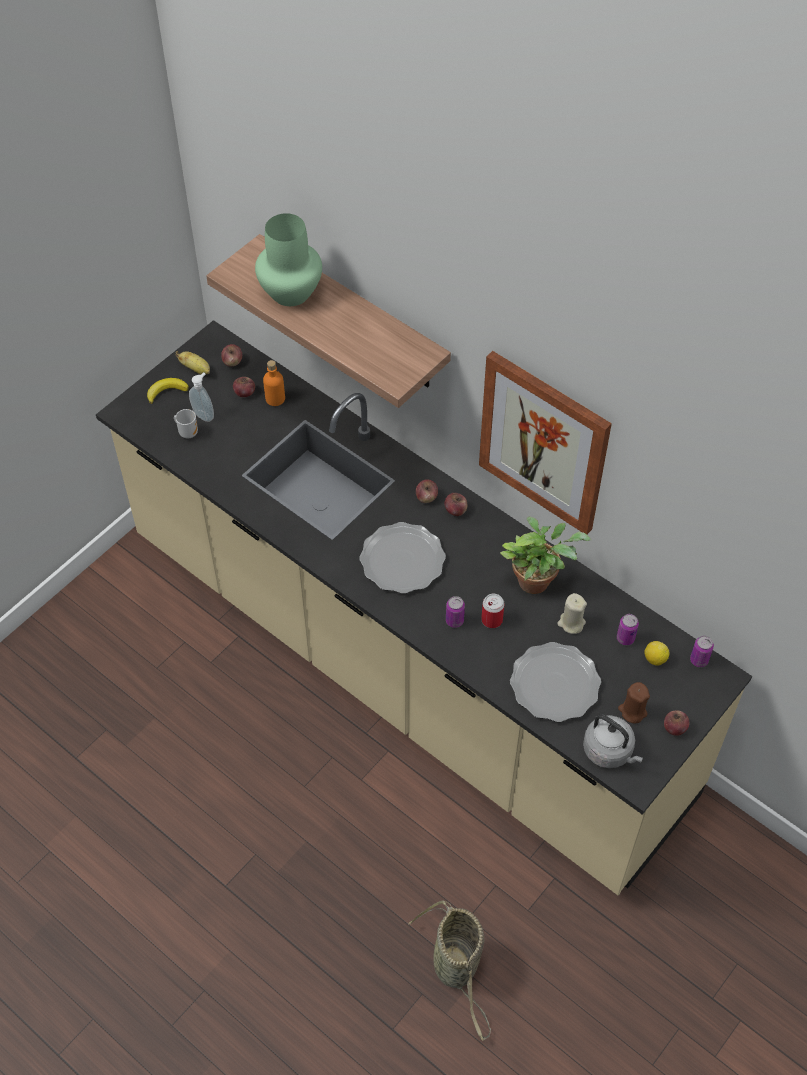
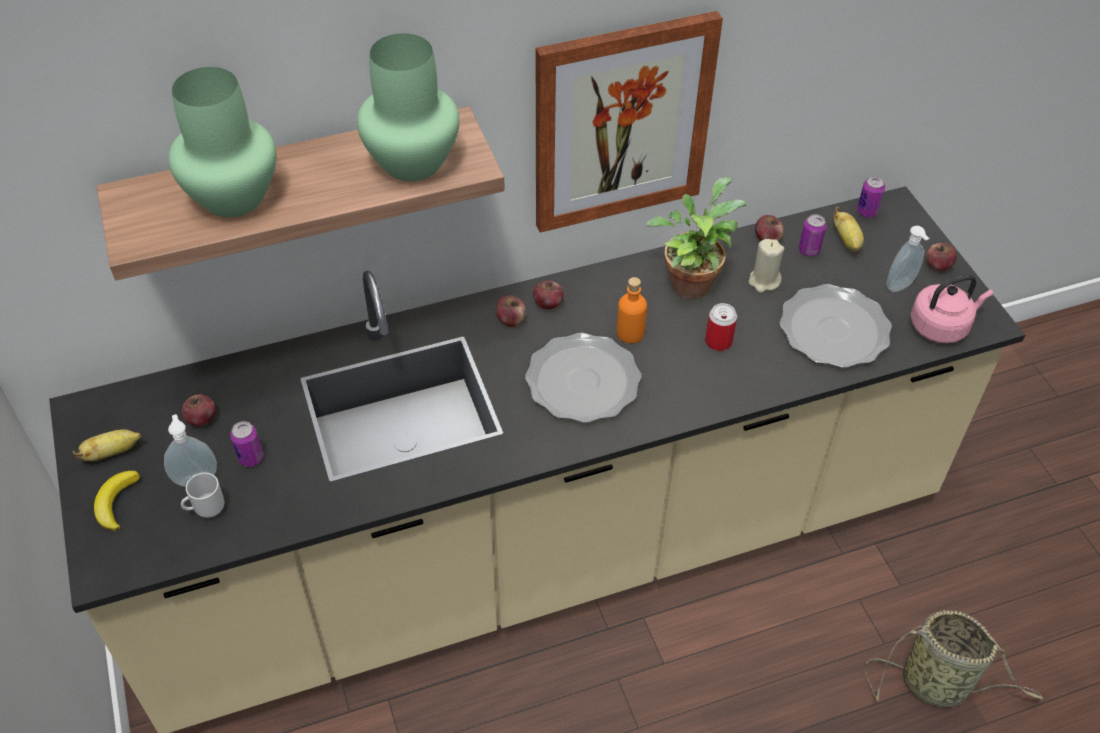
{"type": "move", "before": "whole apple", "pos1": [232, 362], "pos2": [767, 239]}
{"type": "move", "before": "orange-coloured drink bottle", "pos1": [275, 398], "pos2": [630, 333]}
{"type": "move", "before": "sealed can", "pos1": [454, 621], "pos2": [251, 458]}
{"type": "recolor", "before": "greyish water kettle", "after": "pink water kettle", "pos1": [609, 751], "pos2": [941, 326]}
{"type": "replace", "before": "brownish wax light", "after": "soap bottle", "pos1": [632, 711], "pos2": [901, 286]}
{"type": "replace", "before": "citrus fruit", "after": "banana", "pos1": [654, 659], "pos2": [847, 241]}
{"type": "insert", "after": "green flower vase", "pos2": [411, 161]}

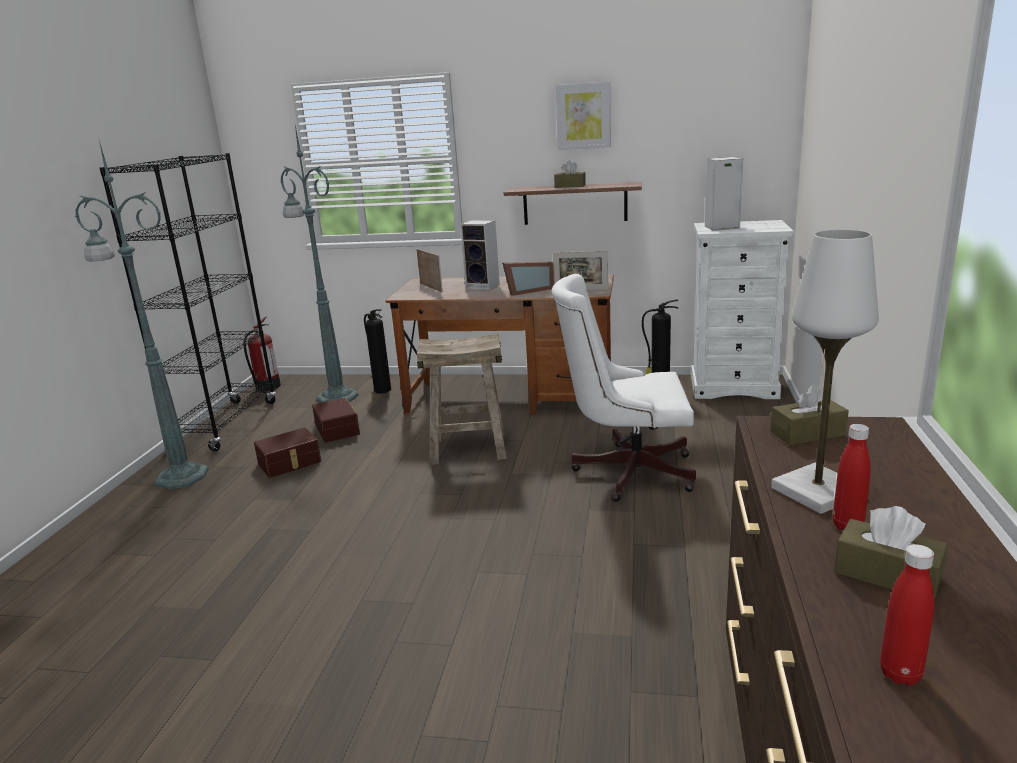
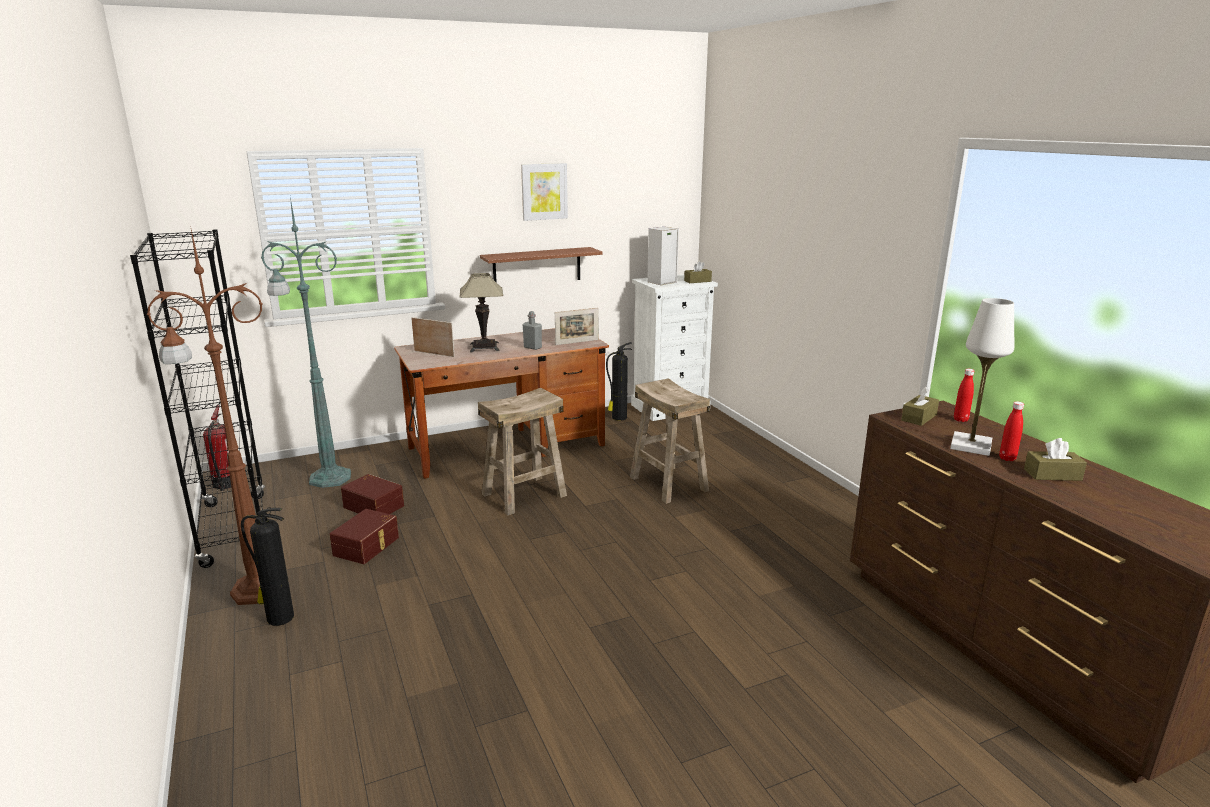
{"type": "recolor", "before": "green standing lamp", "after": "brownish standing lamp", "pos1": [179, 477], "pos2": [256, 589]}
{"type": "move", "before": "extinguisher", "pos1": [382, 390], "pos2": [279, 618]}
{"type": "replace", "before": "speaker", "after": "table lamp", "pos1": [484, 286], "pos2": [484, 347]}
{"type": "replace", "before": "picture frame", "after": "greyish drink bottle", "pos1": [527, 291], "pos2": [532, 347]}
{"type": "replace", "before": "white-coloured office chair", "after": "beige-coloured stool", "pos1": [626, 471], "pos2": [668, 484]}
{"type": "move", "before": "brownish tissue holder", "pos1": [570, 186], "pos2": [697, 281]}
{"type": "move", "before": "red-coloured drink bottle", "pos1": [900, 674], "pos2": [960, 420]}

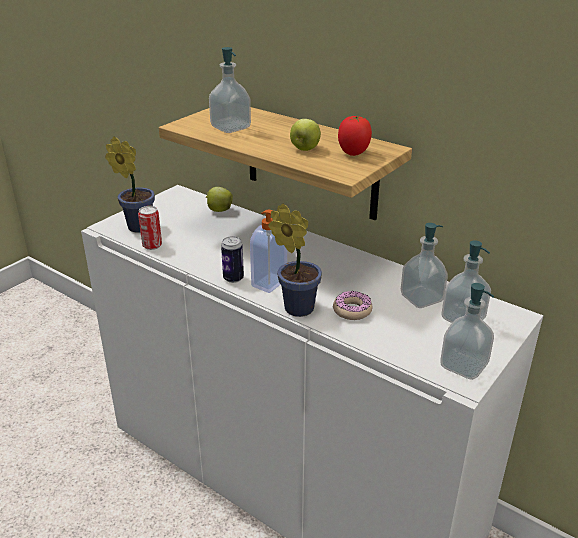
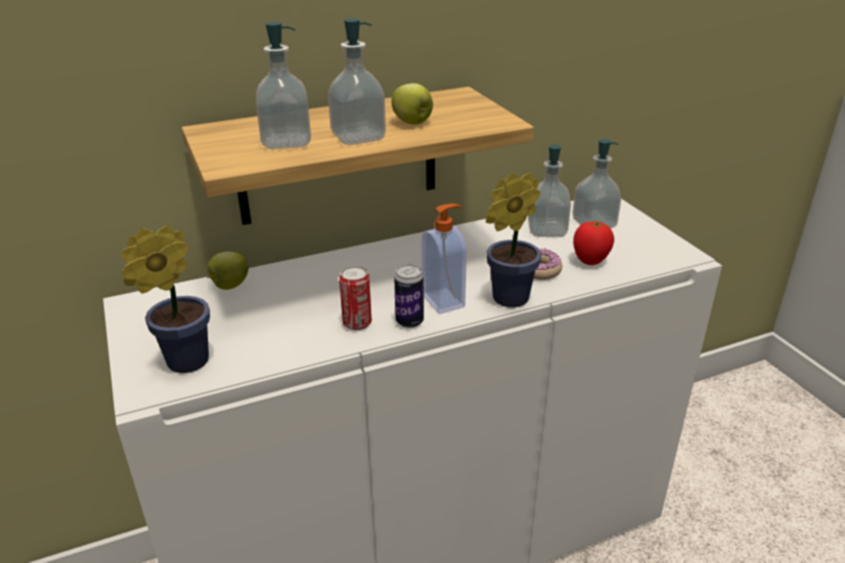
{"type": "move", "before": "sealed can", "pos1": [152, 245], "pos2": [357, 323]}
{"type": "move", "before": "whole tomato", "pos1": [353, 153], "pos2": [590, 262]}
{"type": "move", "before": "soap bottle", "pos1": [463, 366], "pos2": [358, 137]}

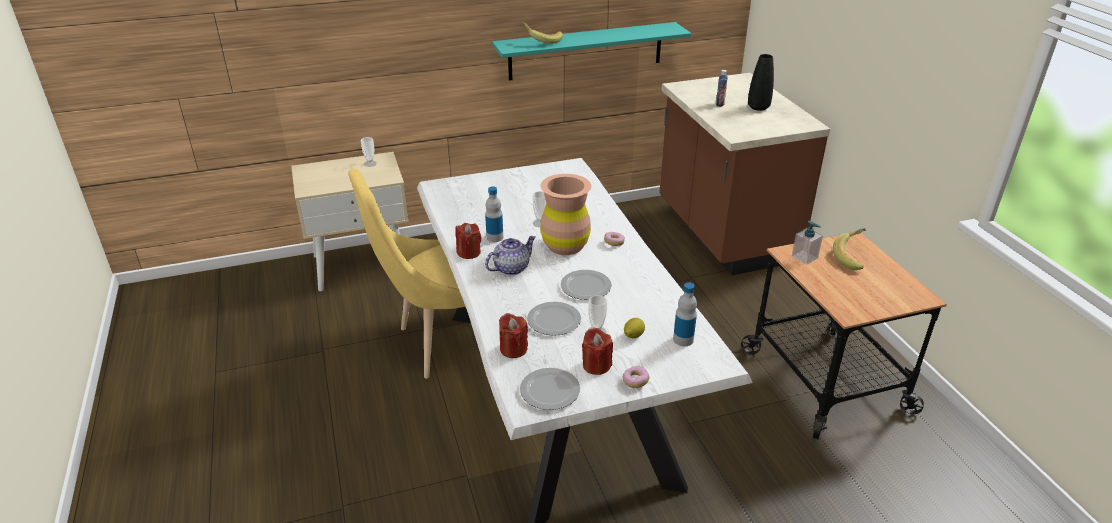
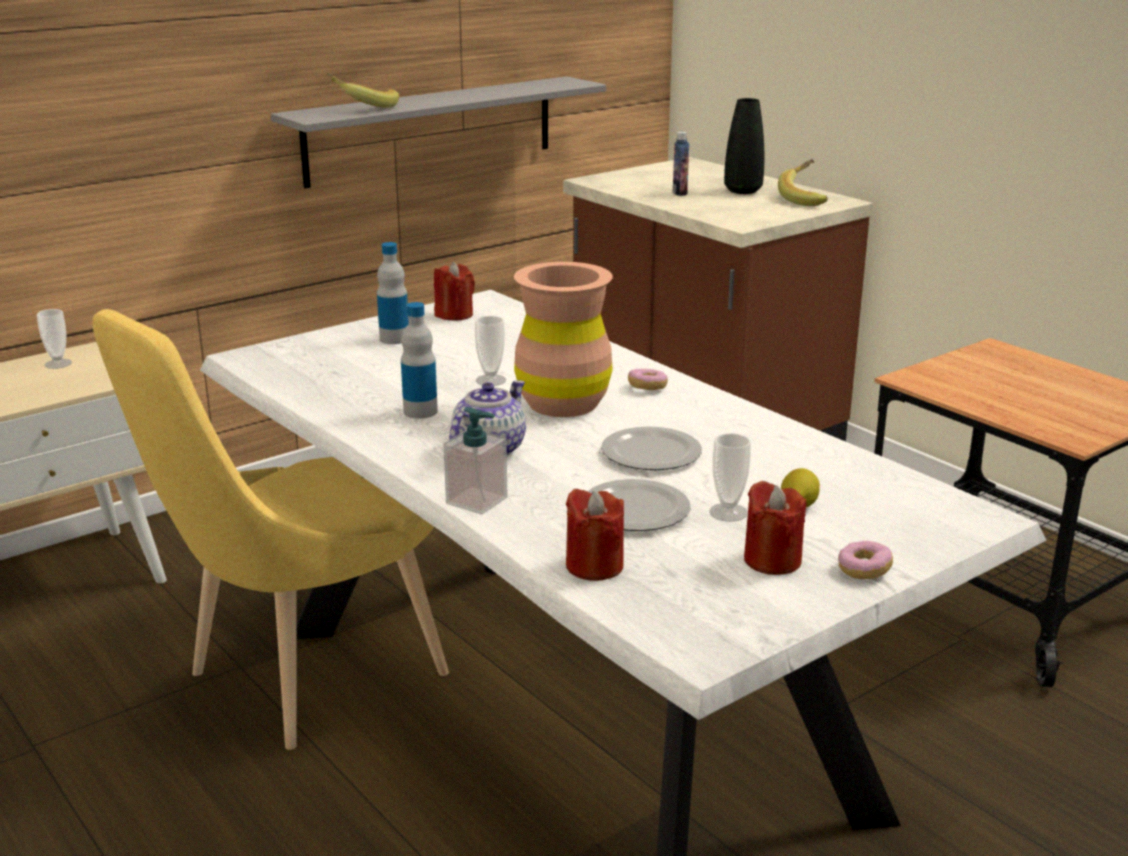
{"type": "move", "before": "red-coloured wax light", "pos1": [469, 252], "pos2": [454, 314]}
{"type": "recolor", "before": "turquoise wall shelf", "after": "greyish wall shelf", "pos1": [586, 51], "pos2": [431, 130]}
{"type": "delete", "before": "plate", "pos1": [549, 391]}
{"type": "move", "before": "drink bottle", "pos1": [683, 339], "pos2": [394, 339]}
{"type": "move", "before": "soap bottle", "pos1": [804, 257], "pos2": [477, 501]}
{"type": "move", "before": "banana", "pos1": [852, 258], "pos2": [807, 199]}

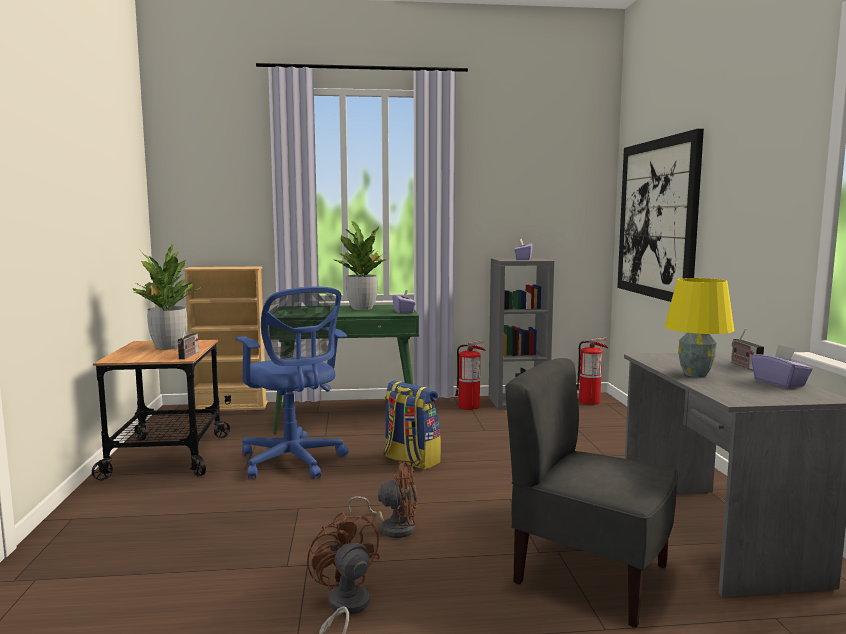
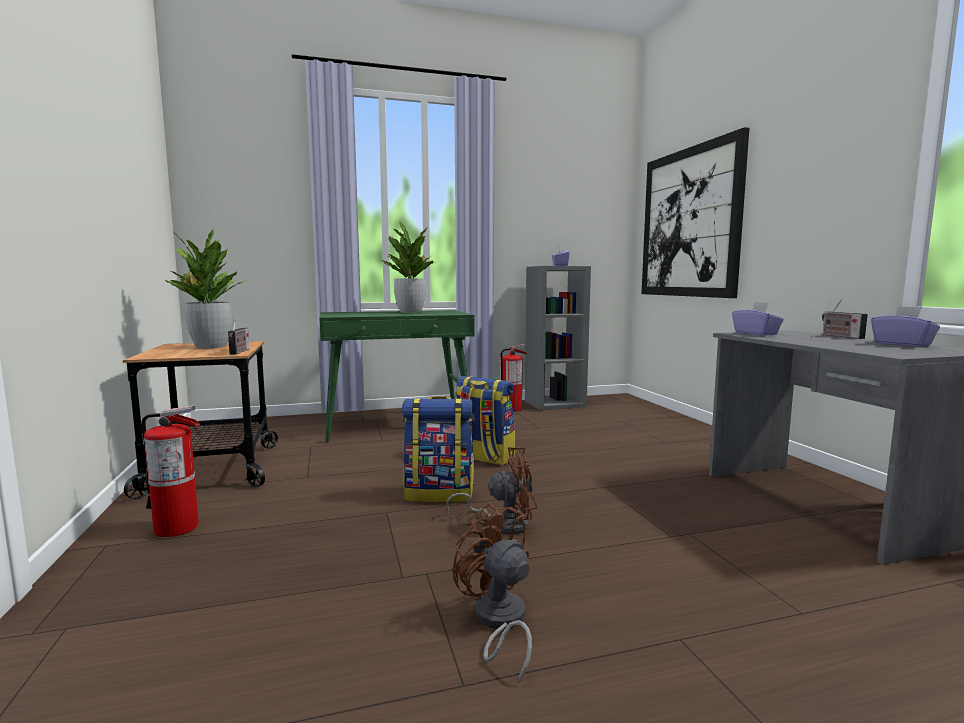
{"type": "delete", "before": "beige-coloured shelving unit", "pos1": [230, 407]}
{"type": "delete", "before": "blue-coloured office chair", "pos1": [293, 461]}
{"type": "move", "before": "purple-coloured tissue holder", "pos1": [404, 312], "pos2": [756, 334]}
{"type": "delete", "before": "greyish plain chair", "pos1": [589, 576]}
{"type": "move", "before": "extinguisher", "pos1": [589, 401], "pos2": [177, 527]}
{"type": "delete", "before": "yellowish table lamp", "pos1": [695, 374]}
{"type": "insert", "after": "backpack", "pos2": [440, 493]}

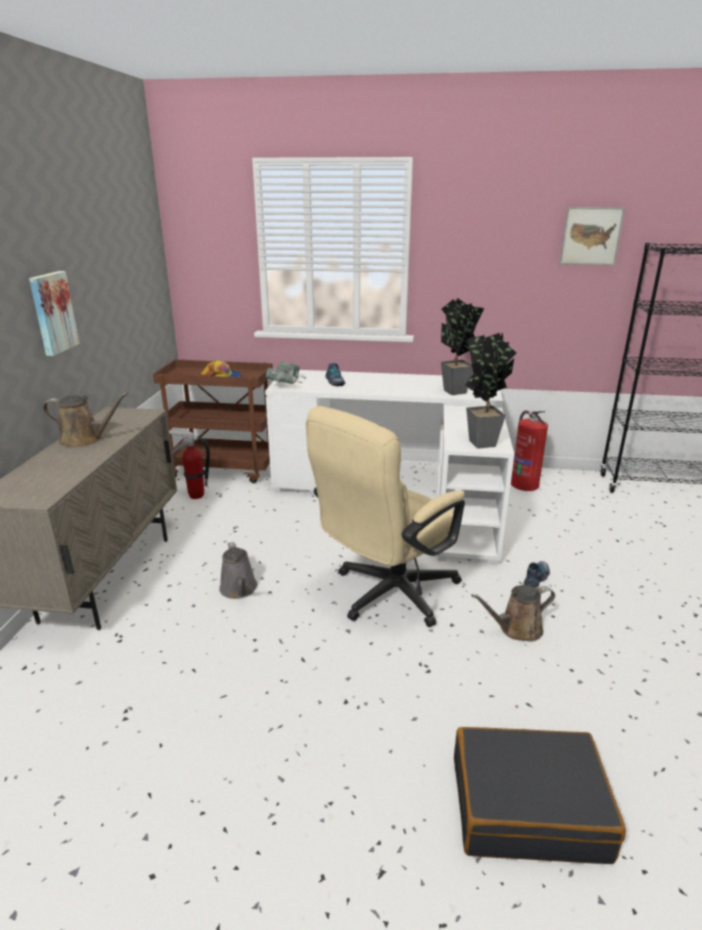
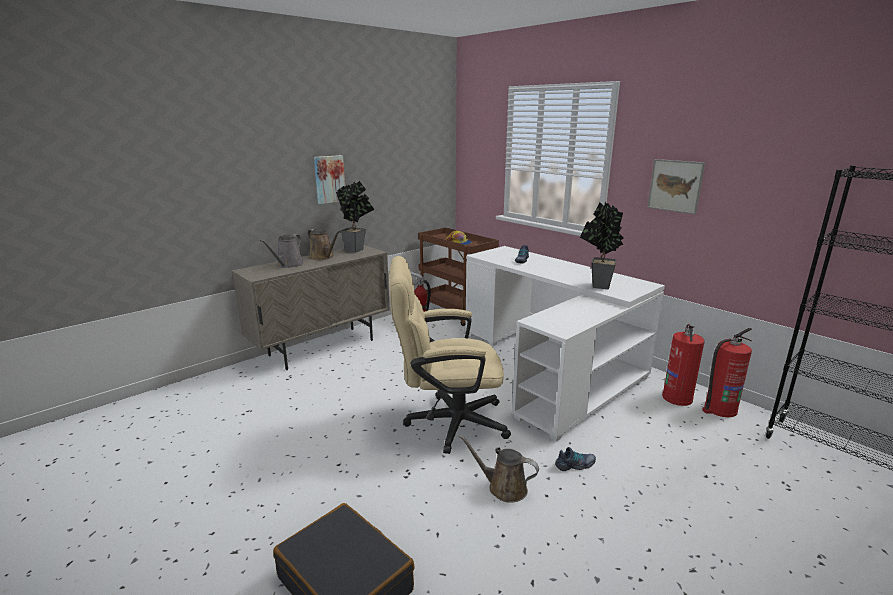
{"type": "move", "before": "greyish watering can", "pos1": [239, 589], "pos2": [288, 265]}
{"type": "delete", "before": "electric drill", "pos1": [288, 384]}
{"type": "move", "before": "plant in a pot", "pos1": [482, 441], "pos2": [357, 249]}
{"type": "move", "before": "wall art", "pos1": [591, 236], "pos2": [675, 186]}
{"type": "insert", "after": "extinguisher", "pos2": [719, 409]}

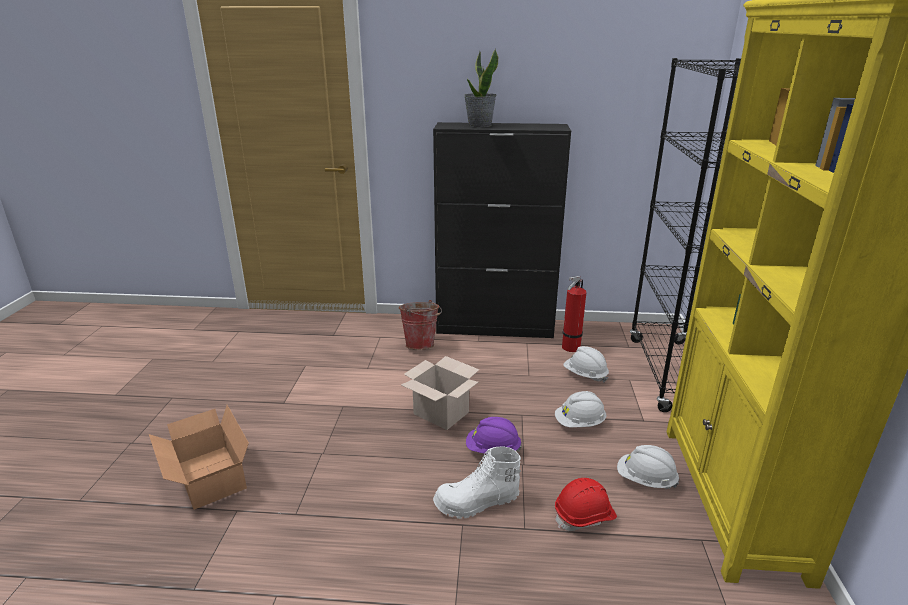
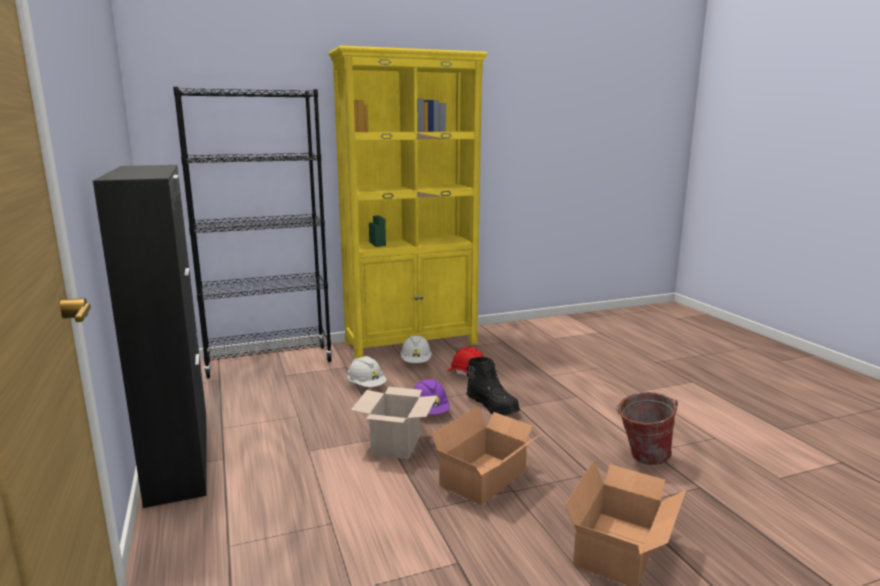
{"type": "move", "before": "water bucket", "pos1": [421, 344], "pos2": [641, 458]}
{"type": "recolor", "before": "white-coloured high-top boot", "after": "blackish high-top boot", "pos1": [477, 503], "pos2": [492, 406]}
{"type": "delete", "before": "plant in a pot", "pos1": [479, 125]}
{"type": "delete", "before": "extinguisher", "pos1": [569, 348]}
{"type": "delete", "before": "white-coloured work helmet", "pos1": [585, 375]}
{"type": "insert", "after": "cardboard box", "pos2": [487, 478]}

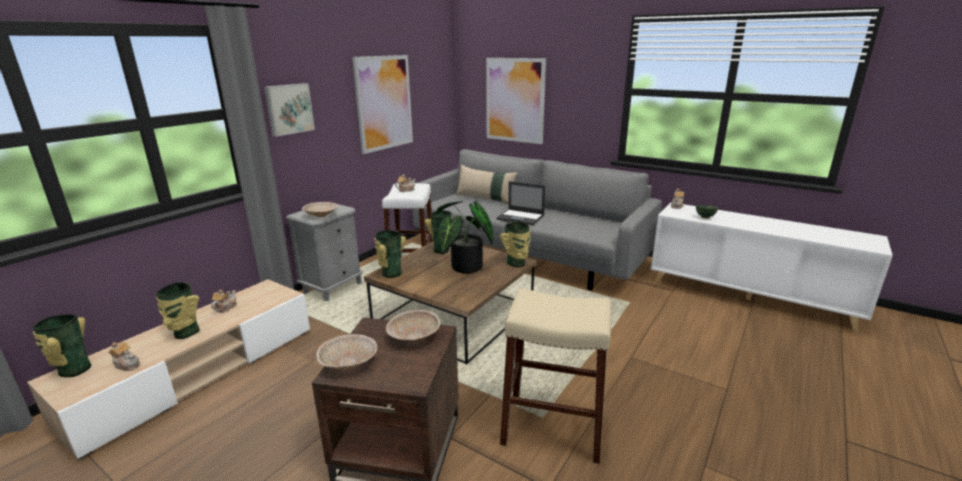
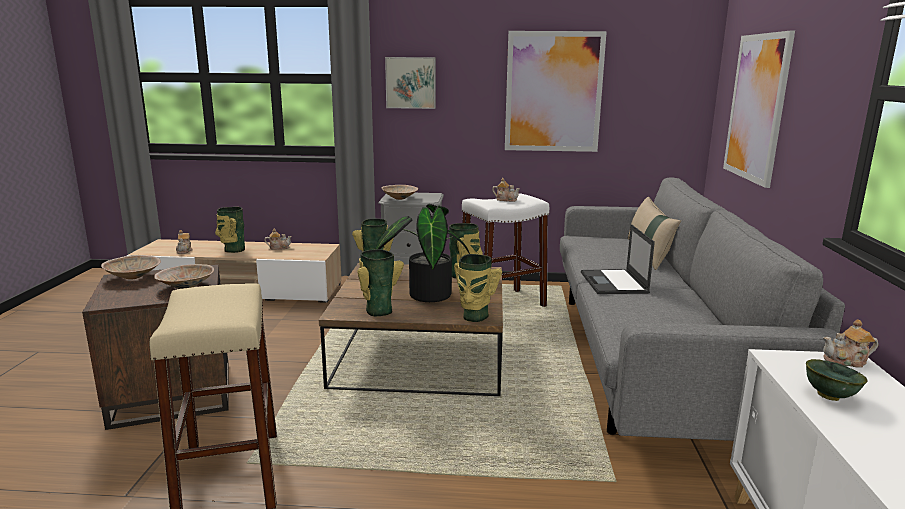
{"type": "move", "before": "flower vase", "pos1": [73, 370], "pos2": [377, 310]}

